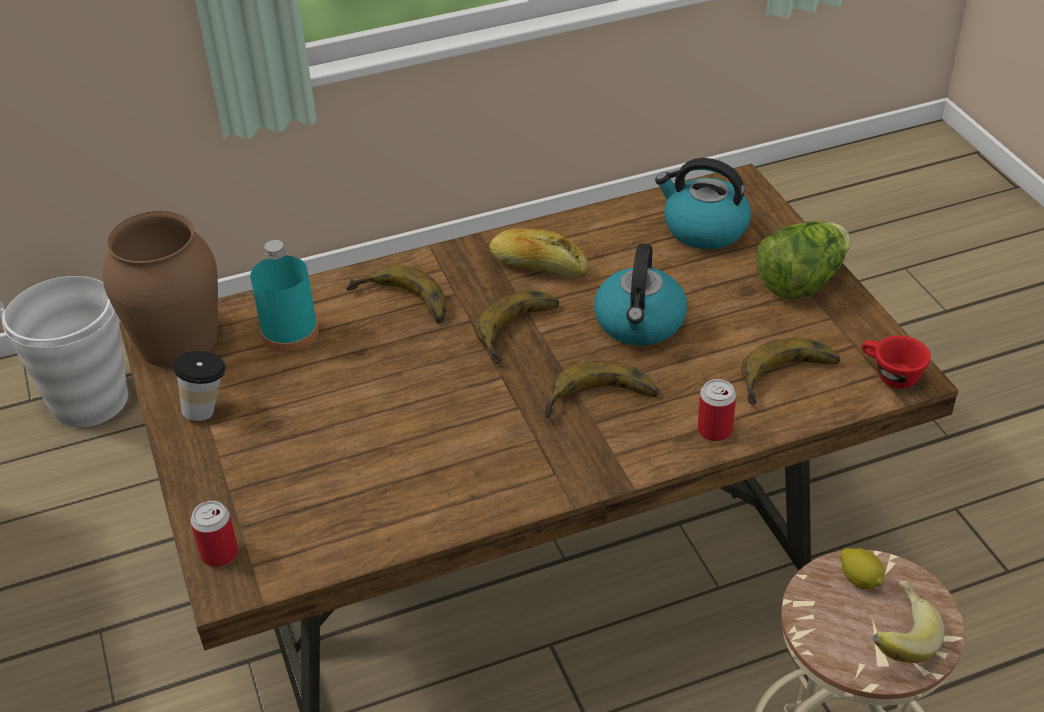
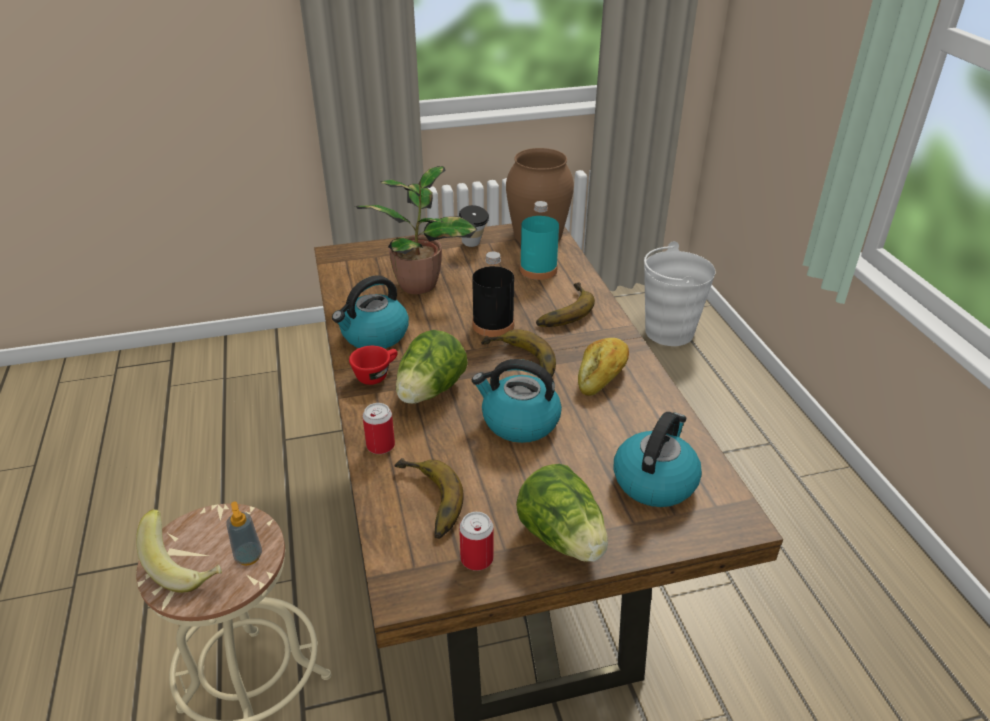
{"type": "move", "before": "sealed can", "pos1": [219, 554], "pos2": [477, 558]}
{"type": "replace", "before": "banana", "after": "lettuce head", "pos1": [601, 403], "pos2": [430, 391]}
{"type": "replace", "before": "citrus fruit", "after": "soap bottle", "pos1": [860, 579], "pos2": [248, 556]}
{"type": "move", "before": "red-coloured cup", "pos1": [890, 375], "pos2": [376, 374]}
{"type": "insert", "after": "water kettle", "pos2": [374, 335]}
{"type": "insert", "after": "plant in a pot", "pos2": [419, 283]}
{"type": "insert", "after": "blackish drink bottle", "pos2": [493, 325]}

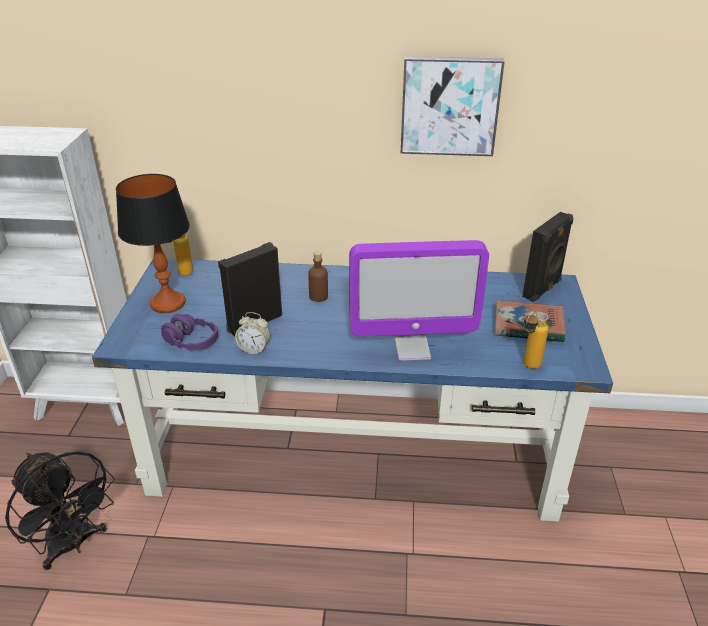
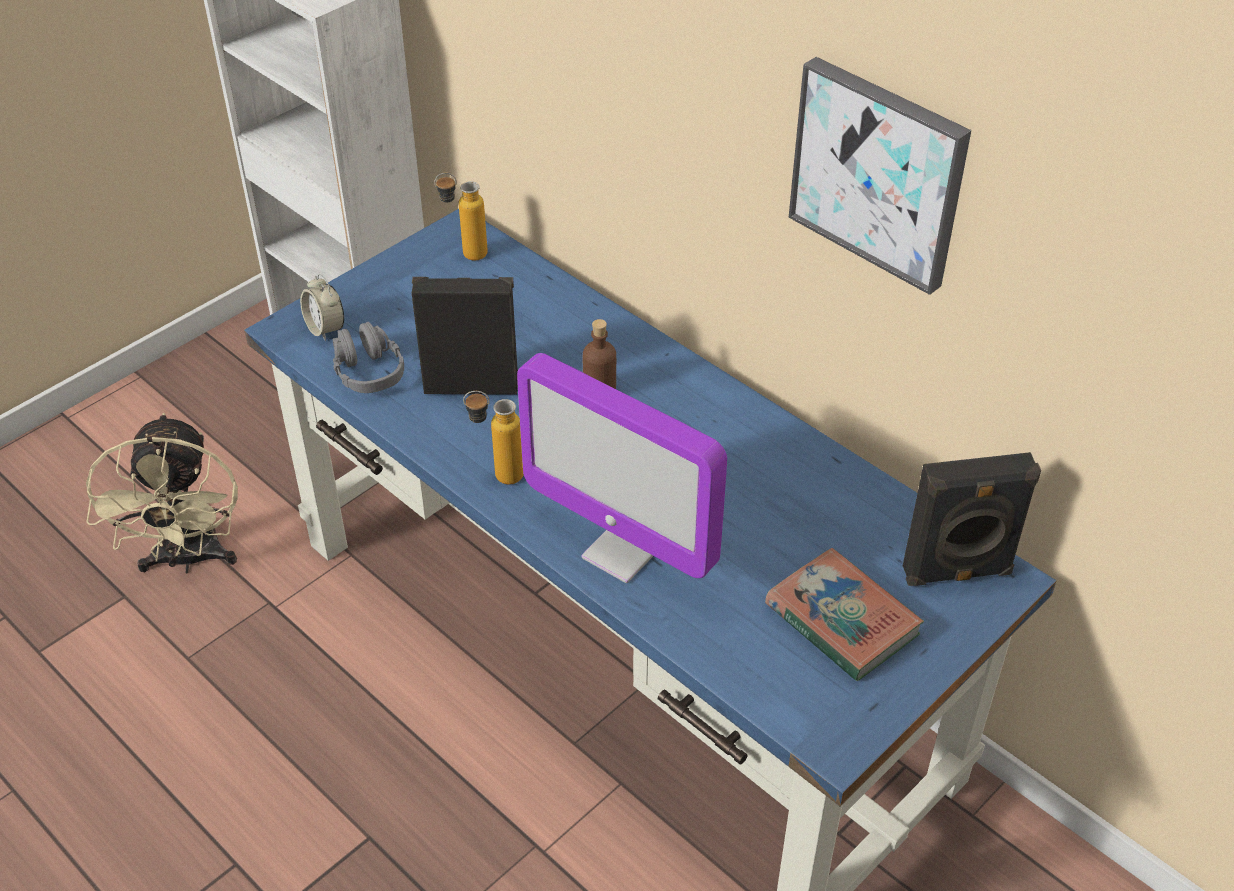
{"type": "recolor", "before": "blackish fan", "after": "beige-coloured fan", "pos1": [73, 545], "pos2": [188, 559]}
{"type": "delete", "before": "table lamp", "pos1": [167, 303]}
{"type": "recolor", "before": "purple-coloured pair of headphones", "after": "greyish pair of headphones", "pos1": [191, 341], "pos2": [368, 371]}
{"type": "move", "before": "bedside clock", "pos1": [254, 349], "pos2": [325, 329]}
{"type": "move", "before": "drink bottle", "pos1": [527, 367], "pos2": [497, 475]}

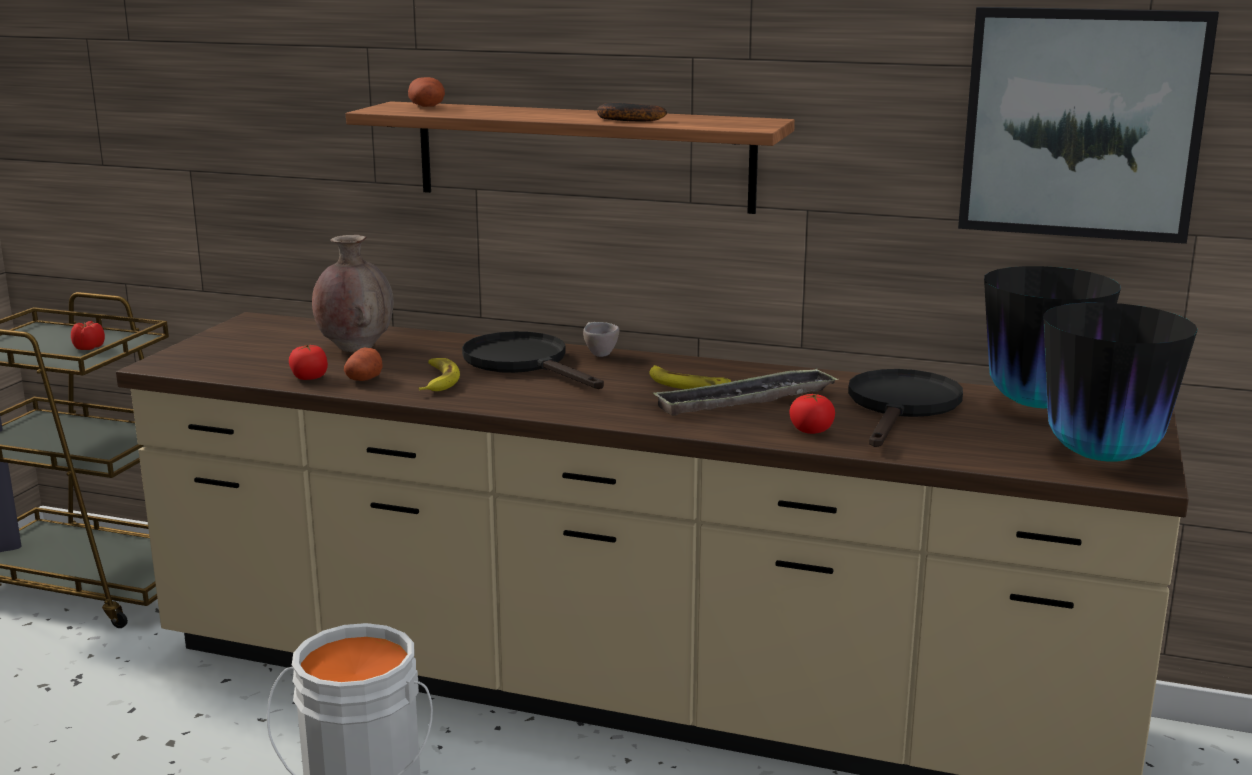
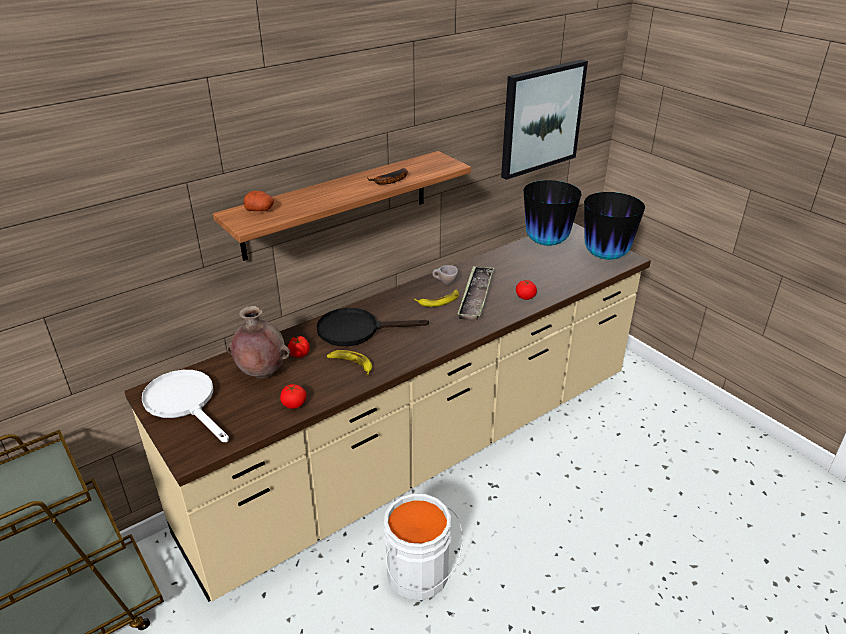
{"type": "move", "before": "whole tomato", "pos1": [88, 348], "pos2": [299, 354]}
{"type": "delete", "before": "spud", "pos1": [364, 379]}
{"type": "move", "before": "beige-coloured cup", "pos1": [597, 354], "pos2": [445, 283]}
{"type": "delete", "before": "blackish pan", "pos1": [902, 407]}
{"type": "insert", "after": "white-coloured pan", "pos2": [185, 403]}

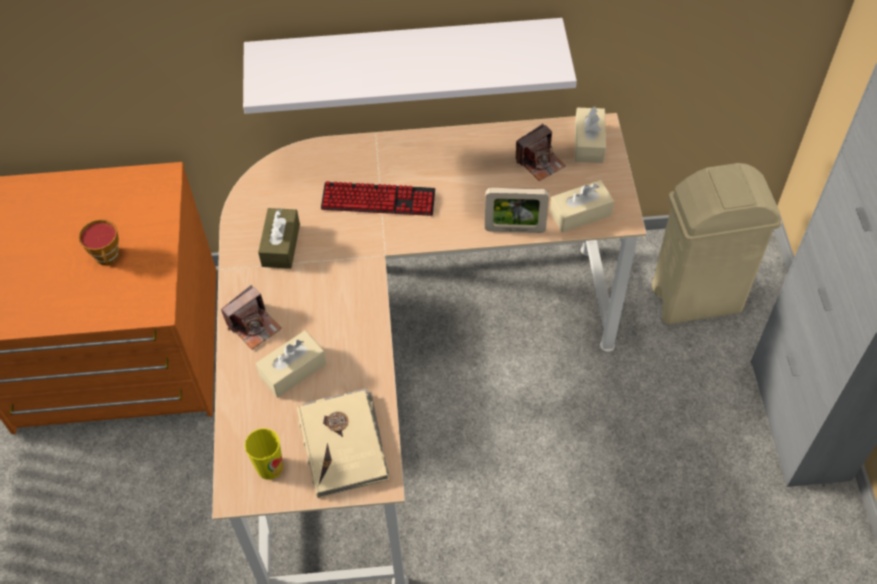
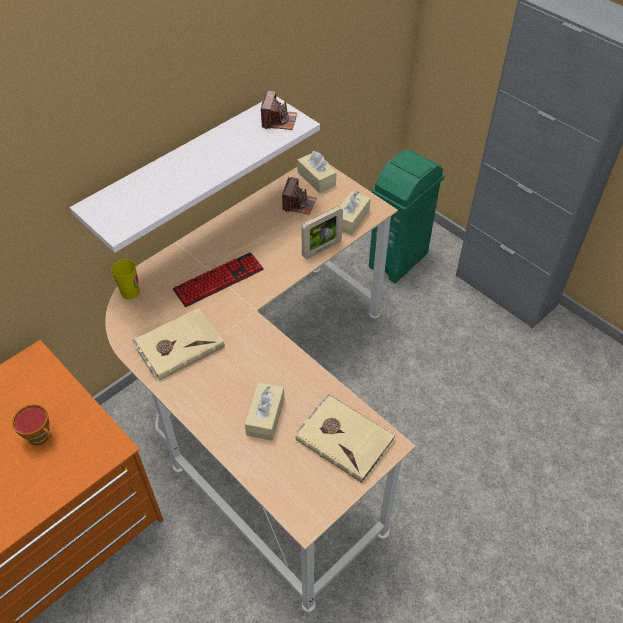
{"type": "move", "before": "photo camera", "pos1": [254, 326], "pos2": [278, 121]}
{"type": "move", "before": "cup", "pos1": [269, 467], "pos2": [130, 292]}
{"type": "replace", "before": "brownish tissue holder", "after": "beige-coloured bound book", "pos1": [281, 245], "pos2": [178, 345]}
{"type": "recolor", "before": "beige-coloured waste bin", "after": "green waste bin", "pos1": [697, 299], "pos2": [399, 260]}

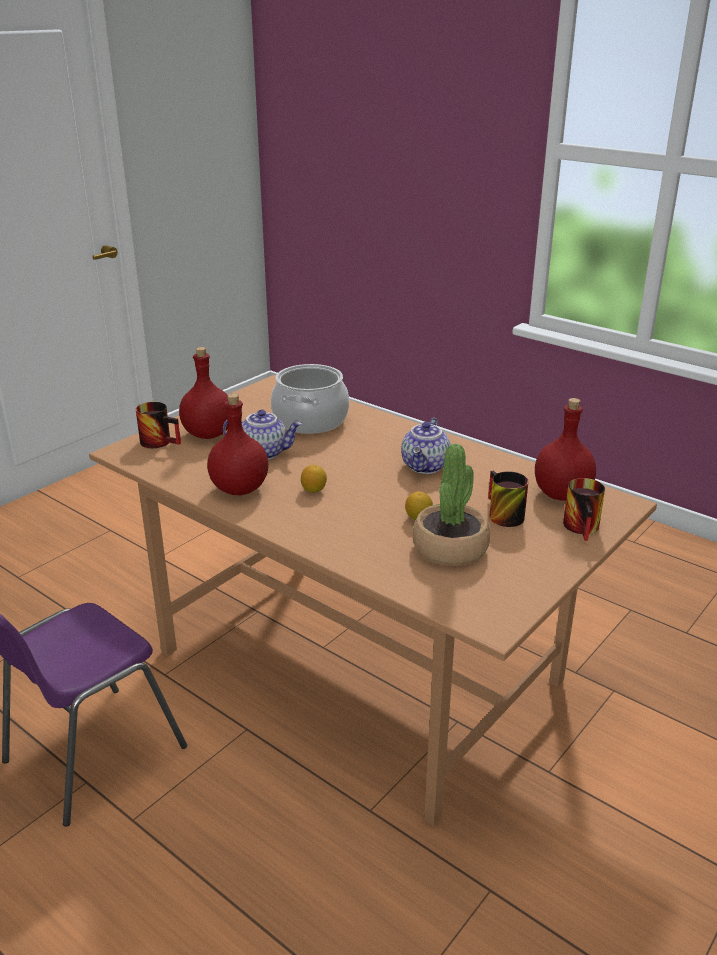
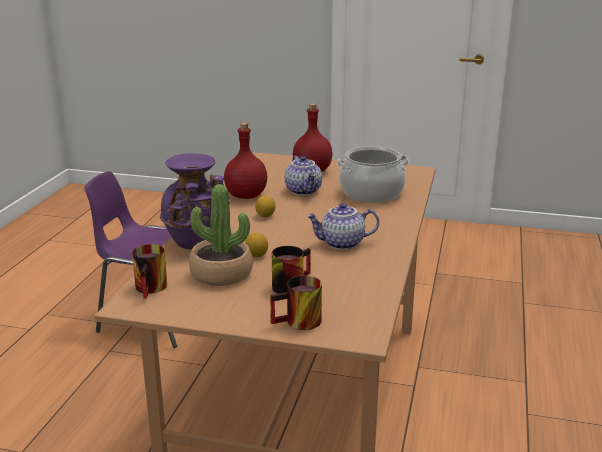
{"type": "move", "before": "tea mug", "pos1": [161, 441], "pos2": [153, 288]}
{"type": "delete", "before": "red-coloured drink bottle", "pos1": [561, 495]}
{"type": "insert", "after": "purple-coloured flower vase", "pos2": [197, 243]}

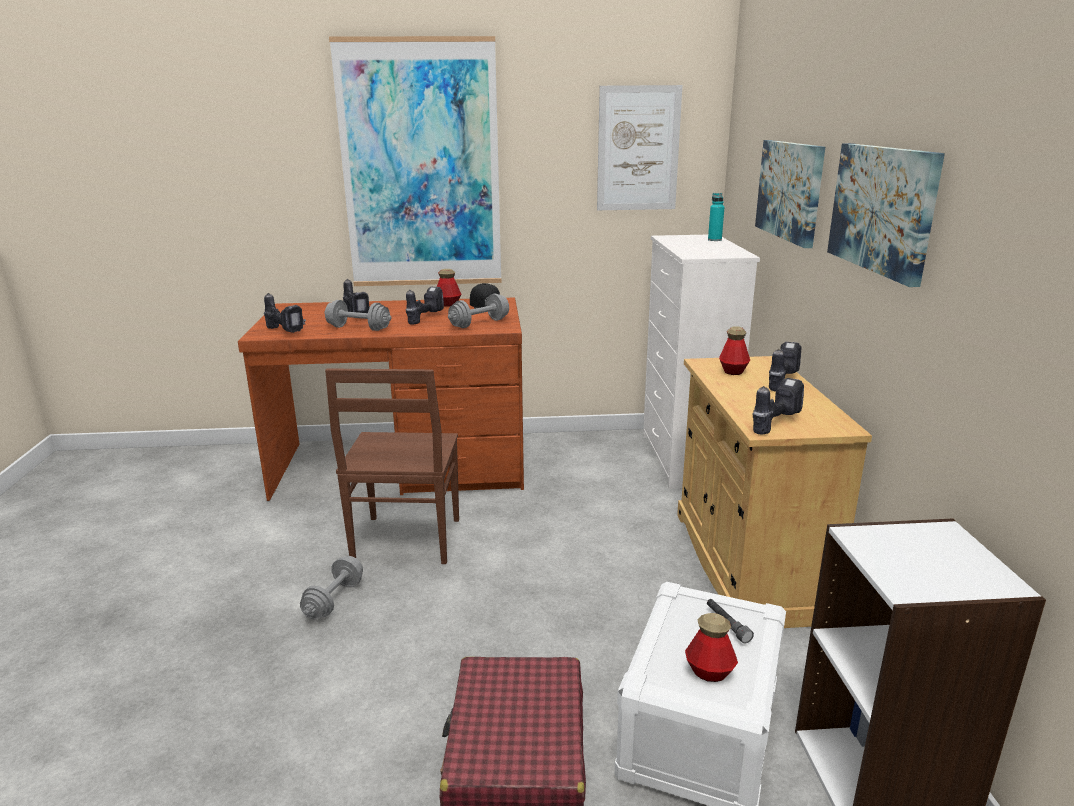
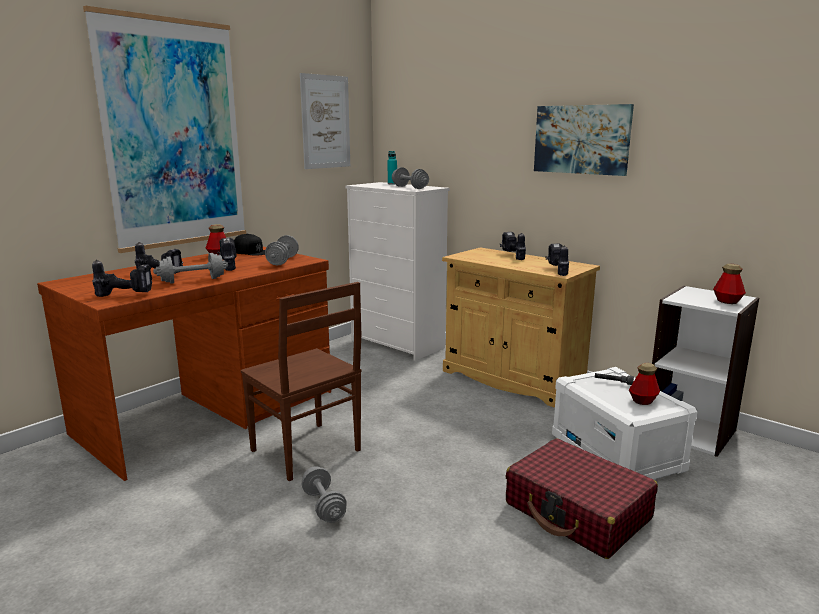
{"type": "move", "before": "drink bottle", "pos1": [733, 371], "pos2": [727, 301]}
{"type": "delete", "before": "wall art", "pos1": [790, 190]}
{"type": "insert", "after": "greyish dumbbell", "pos2": [410, 187]}

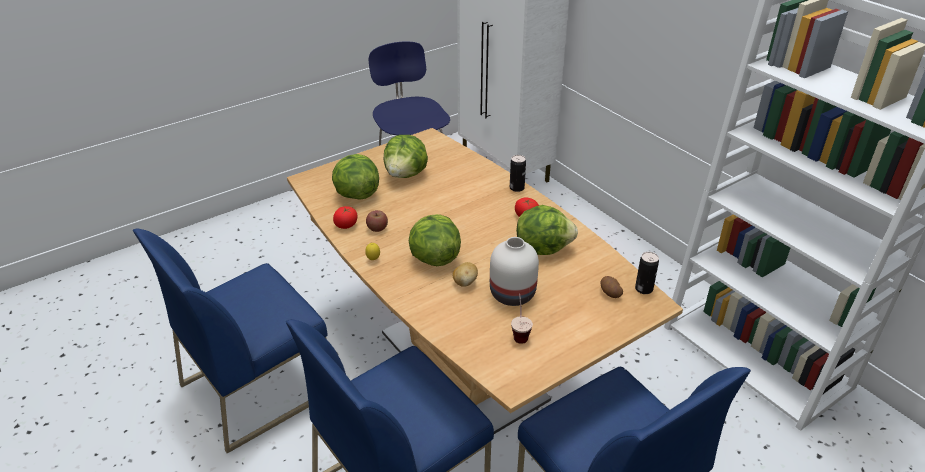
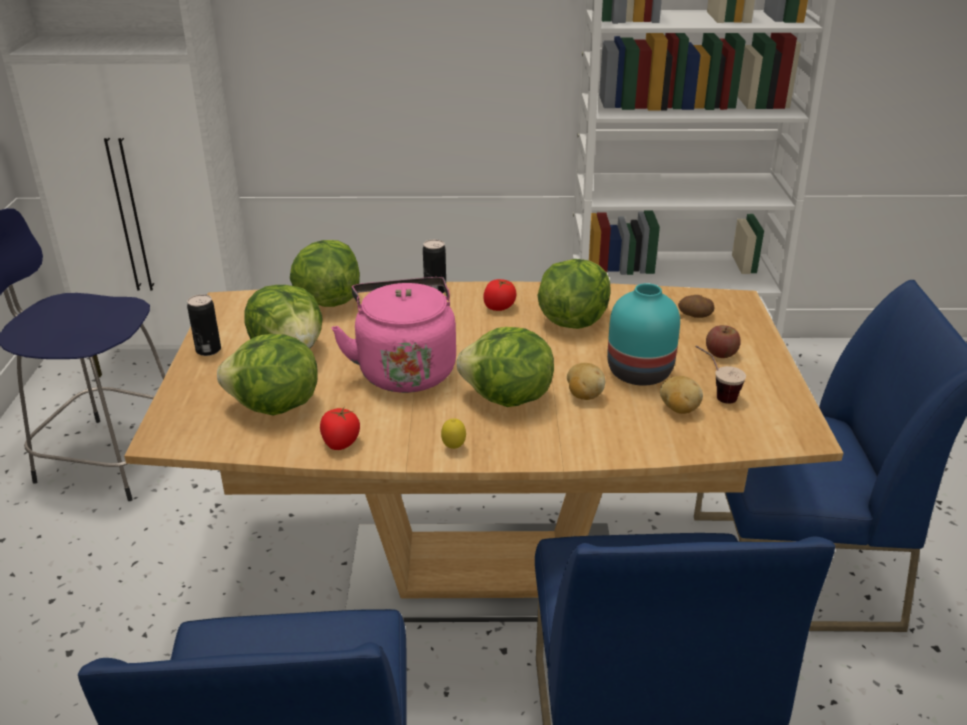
{"type": "move", "before": "whole apple", "pos1": [377, 228], "pos2": [721, 353]}
{"type": "recolor", "before": "white-coloured flower vase", "after": "turquoise flower vase", "pos1": [512, 295], "pos2": [641, 373]}
{"type": "move", "before": "sealed can", "pos1": [644, 289], "pos2": [208, 350]}
{"type": "insert", "after": "lettuce head", "pos2": [327, 300]}
{"type": "insert", "after": "pink water kettle", "pos2": [405, 369]}
{"type": "insert", "after": "spud", "pos2": [678, 409]}

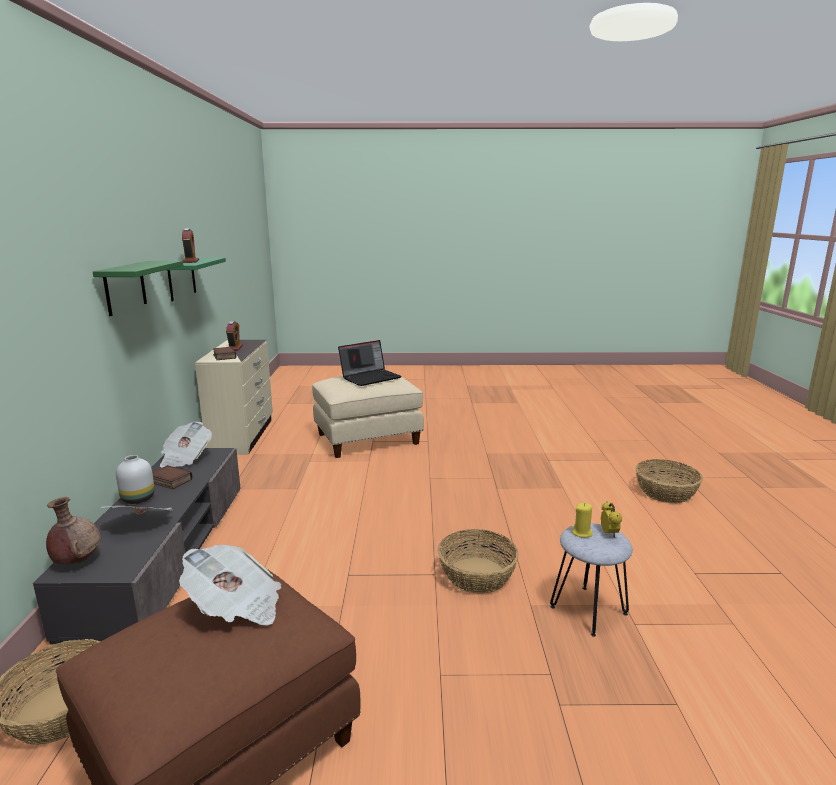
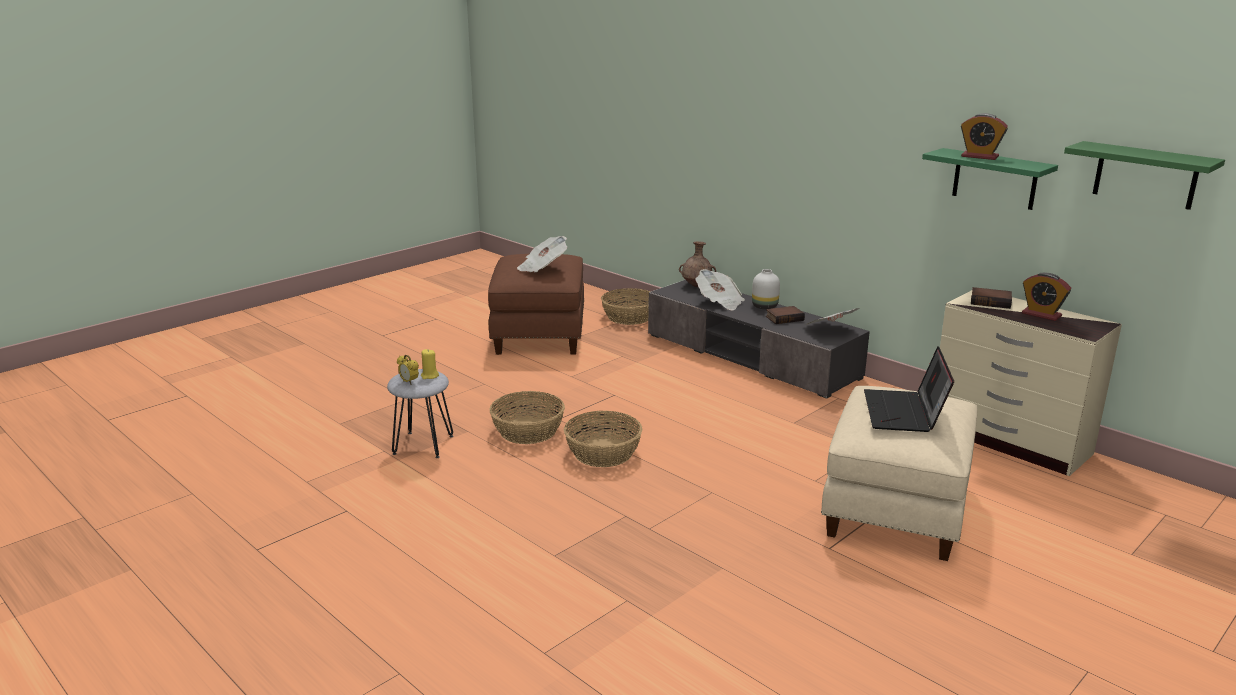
{"type": "move", "before": "green wall shelf", "pos1": [125, 287], "pos2": [1145, 175]}
{"type": "move", "before": "storage basket", "pos1": [665, 492], "pos2": [603, 453]}

